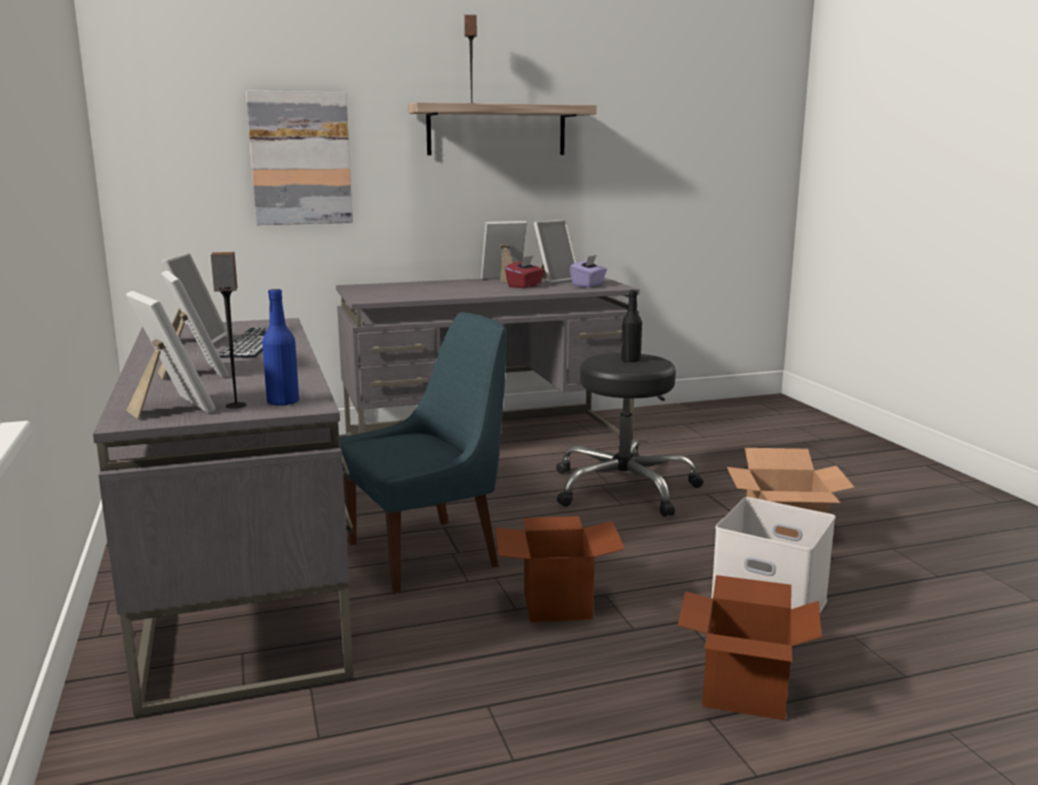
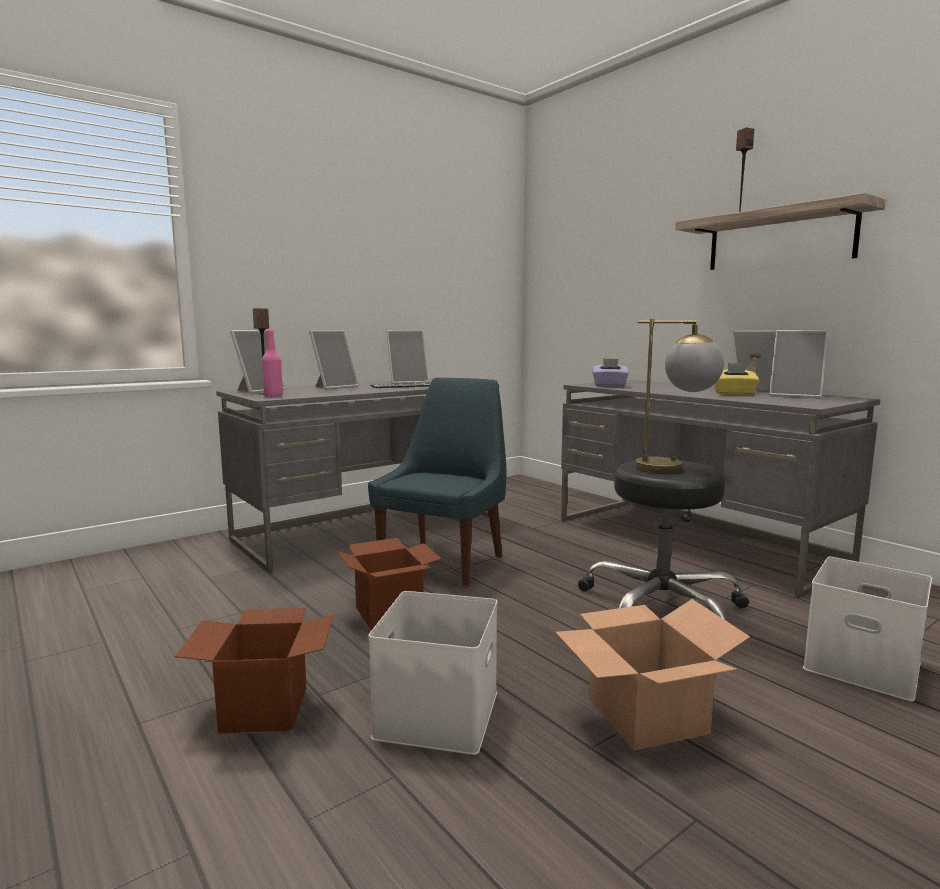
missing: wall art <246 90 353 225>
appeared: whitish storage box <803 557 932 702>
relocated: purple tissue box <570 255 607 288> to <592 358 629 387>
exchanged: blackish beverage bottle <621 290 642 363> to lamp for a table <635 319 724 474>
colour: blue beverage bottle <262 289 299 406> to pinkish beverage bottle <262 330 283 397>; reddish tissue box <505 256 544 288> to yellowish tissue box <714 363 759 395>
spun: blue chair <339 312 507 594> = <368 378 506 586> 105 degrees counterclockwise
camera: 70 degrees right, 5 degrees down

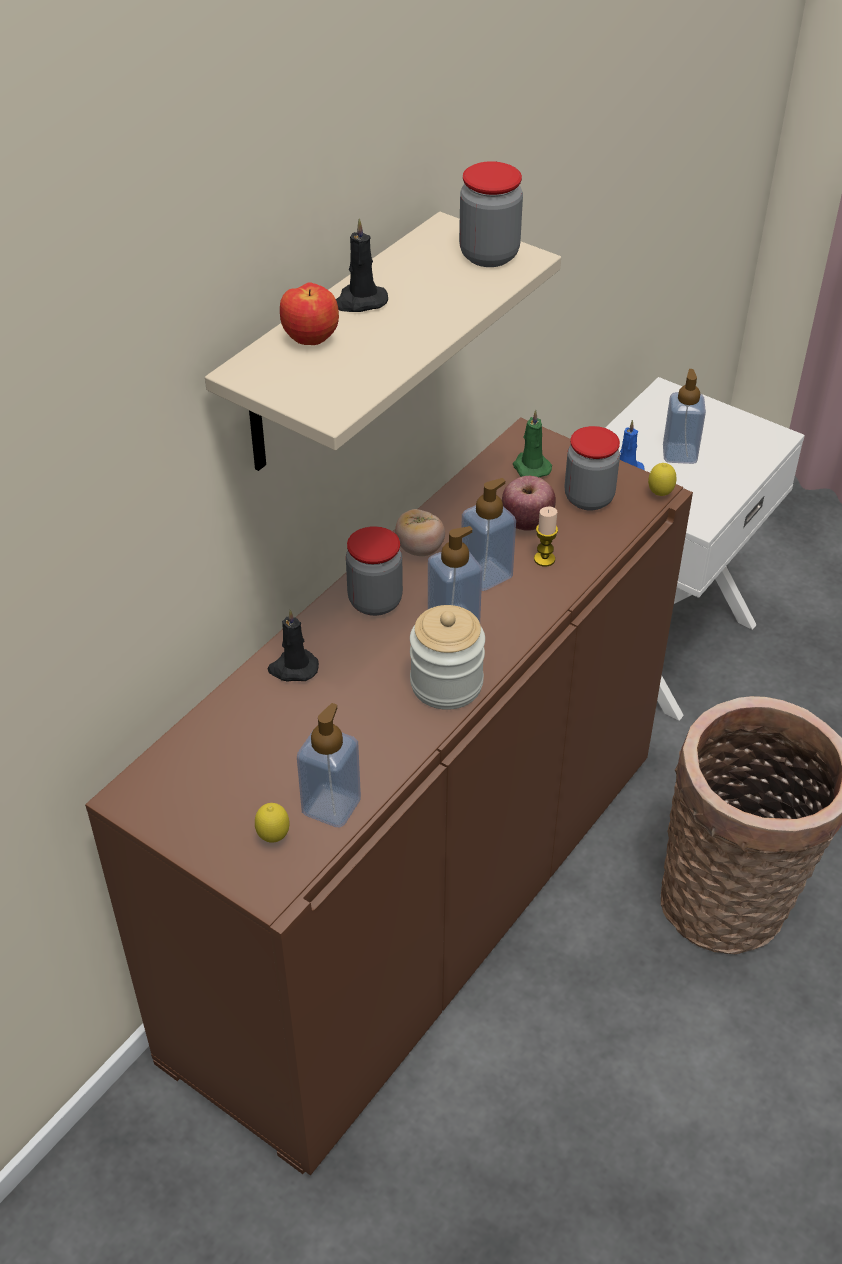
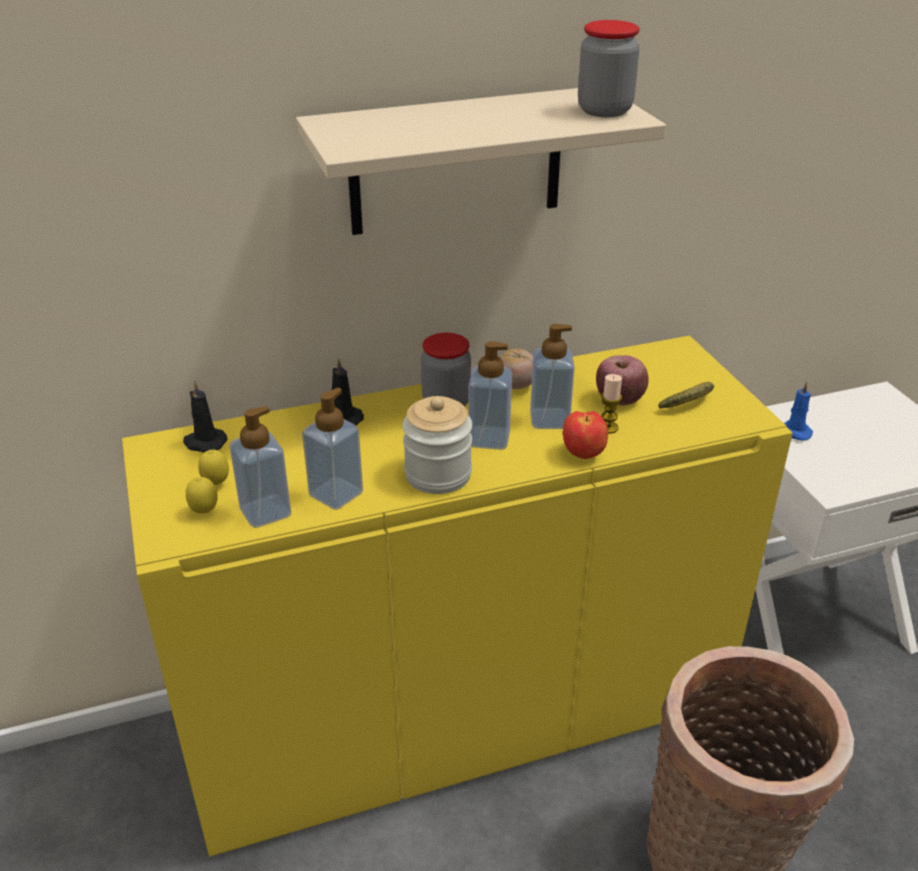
missing: green-coloured candle <513 410 552 477>
relocated: whole apple <280 282 339 345> to <563 411 608 459>; blackish candle <336 218 388 312> to <183 380 228 452>; lemon <648 463 676 496> to <198 450 229 485>; soap bottle <663 369 706 464> to <302 388 363 510>
exchanged: preserve jar <565 426 620 511> to whole banana <658 382 714 408>
colour: brown cabinet <85 417 693 1176> to yellowish cabinet <122 336 793 857>
camera: 35 degrees right, 10 degrees down

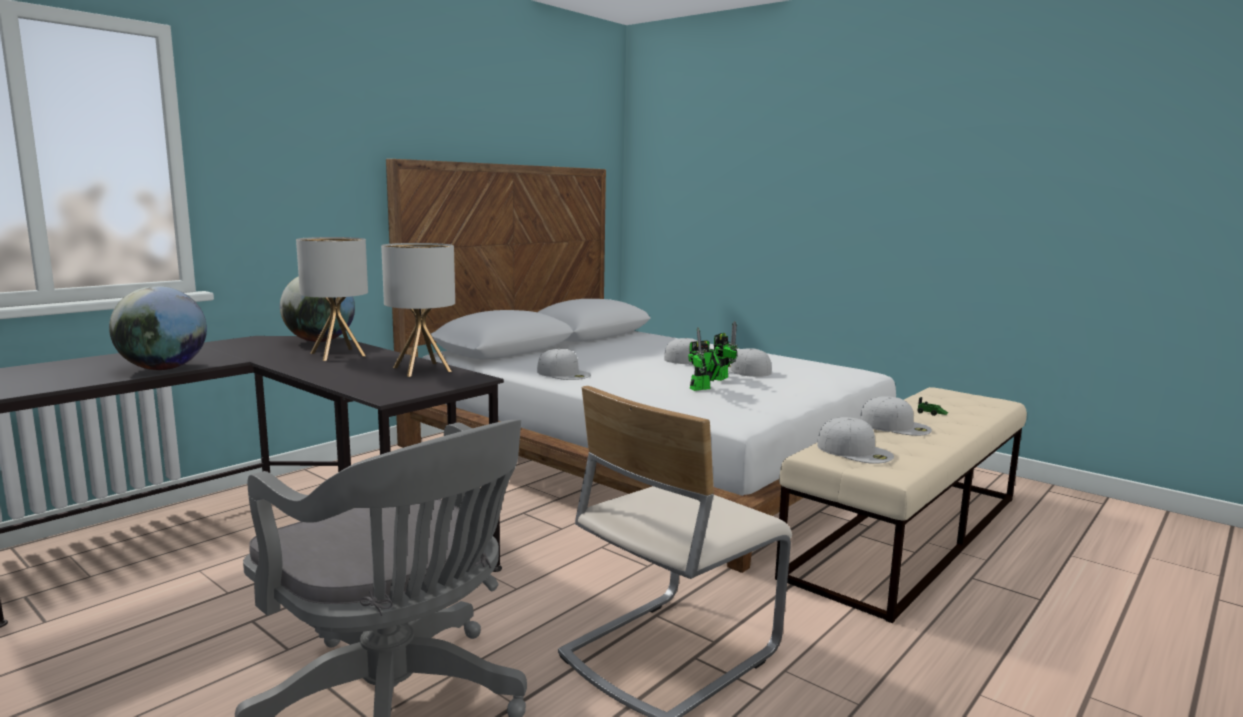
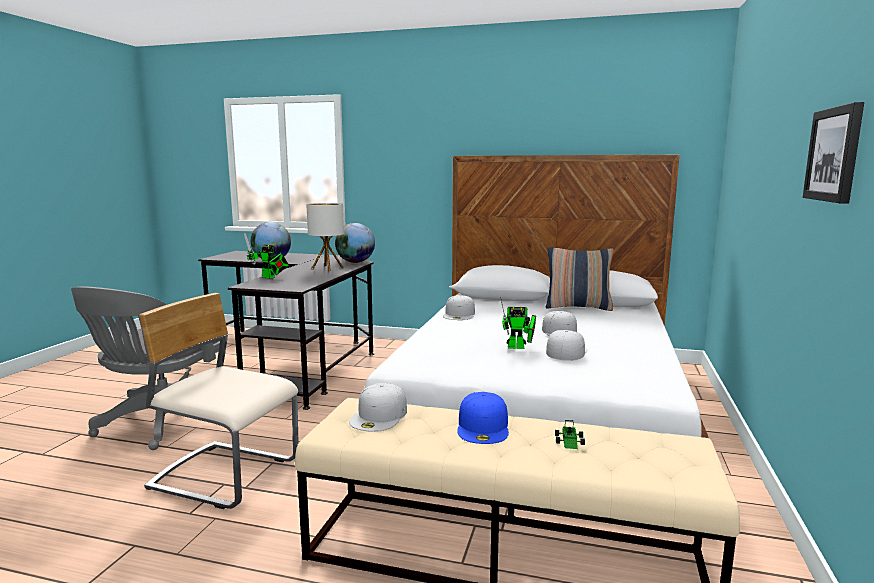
missing: lamp for a table <381 243 455 377>
appeared: throw pillow <546 247 614 311>; wall art <803 102 864 204>
relocated: model robot <688 327 721 391> to <244 232 289 279>
colour: whitish baseball cap <860 396 932 436> to blue baseball cap <457 392 509 444>
camera: 65 degrees right, 0 degrees up

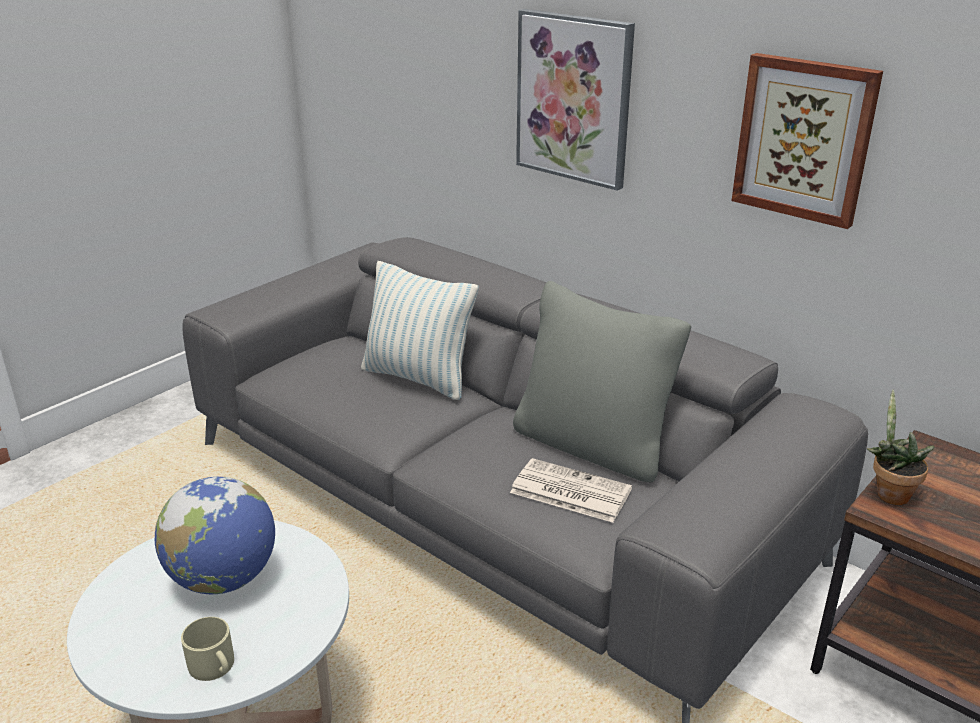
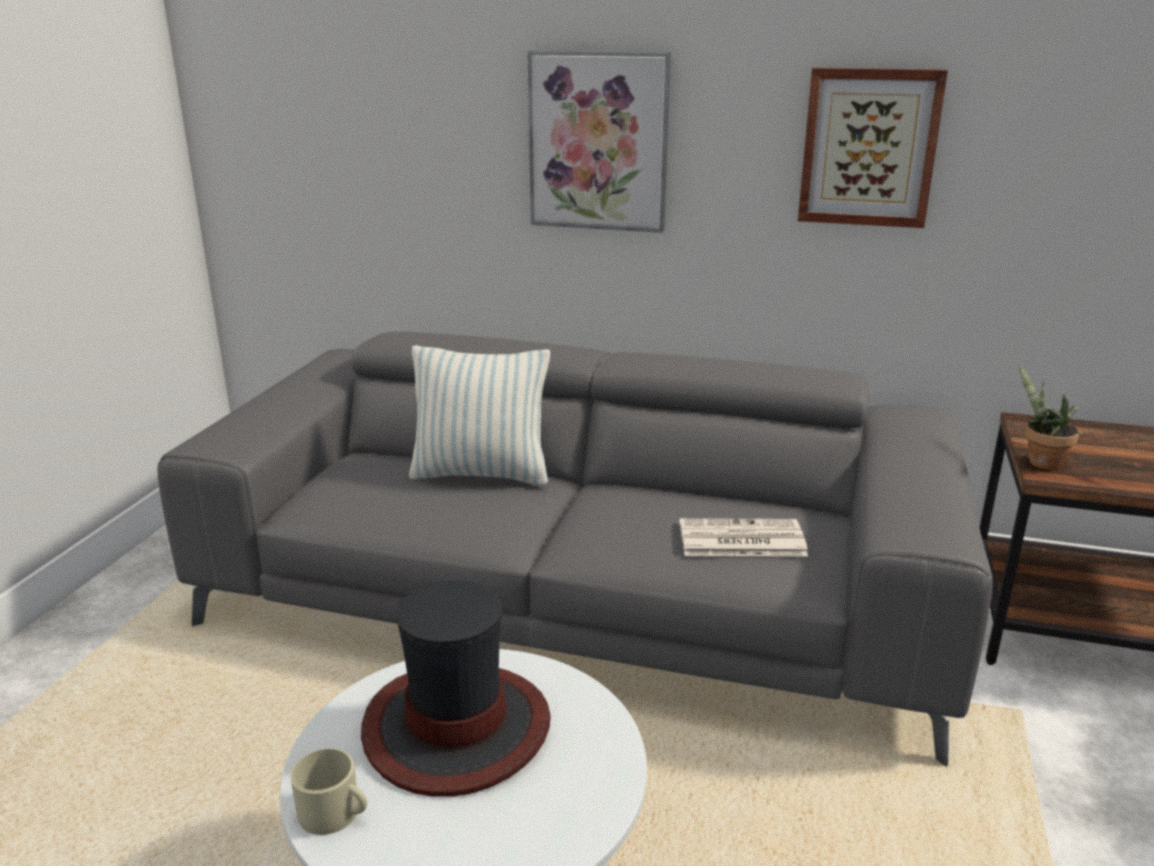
missing: gray throw pillow <513 281 691 482>
relocated: beige-coloured mug <181 617 234 681> to <291 748 367 835>
exchanged: world globe <155 477 275 594> to hat <361 581 551 797>
camera: 25 degrees left, 5 degrees down

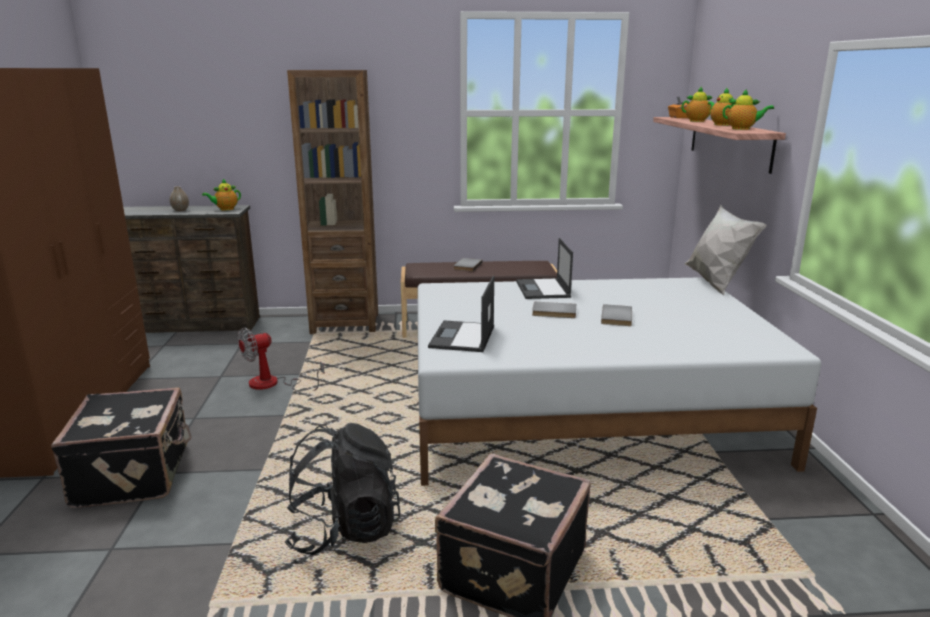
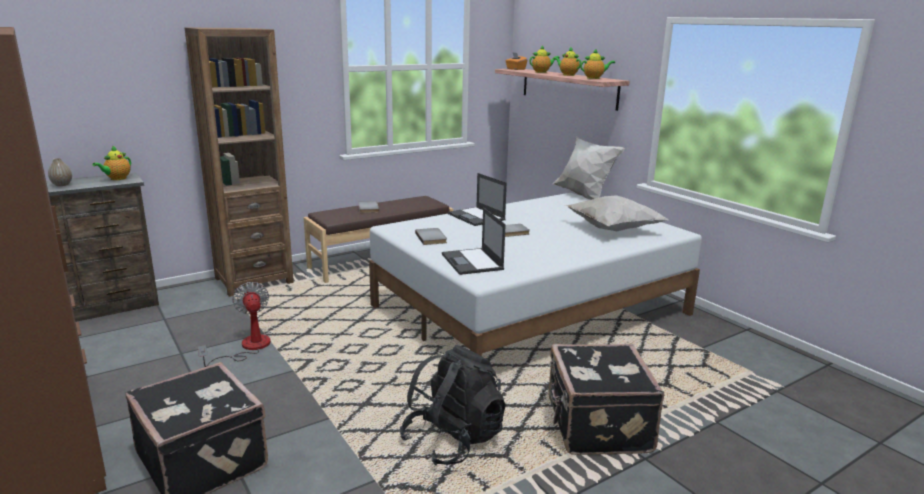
appeared: whitish throw pillow <565 195 668 231>
relocated: gray bound book <601 304 632 326> to <415 228 447 245>
spun: electric fan <237 327 325 391> = <198 282 271 367> 135 degrees clockwise
camera: 30 degrees left, 0 degrees up

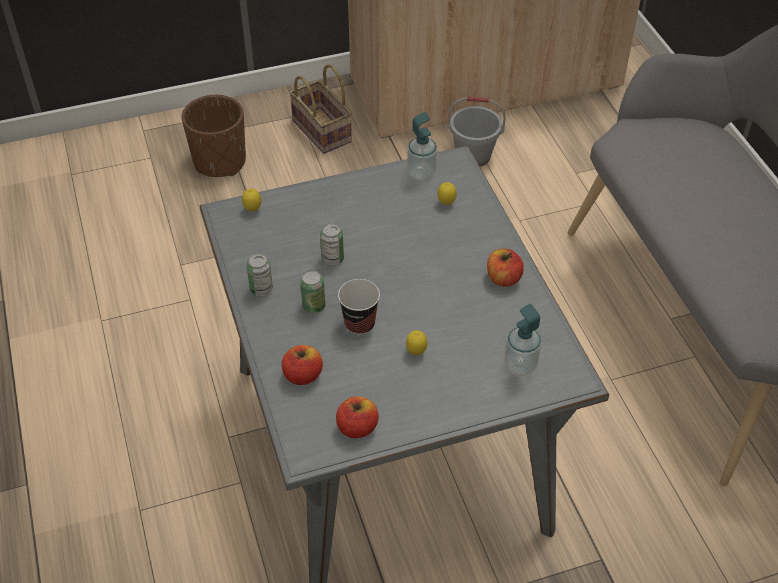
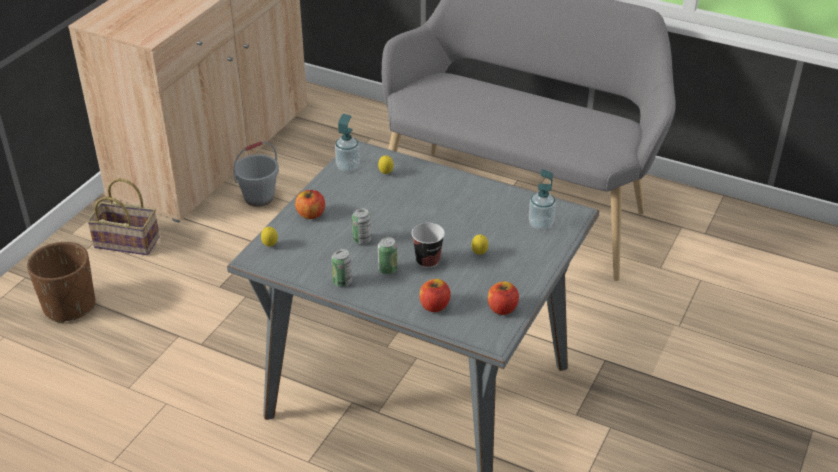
relocated: whole apple <487 249 524 287> to <295 190 325 219>
camera: 45 degrees left, 10 degrees down

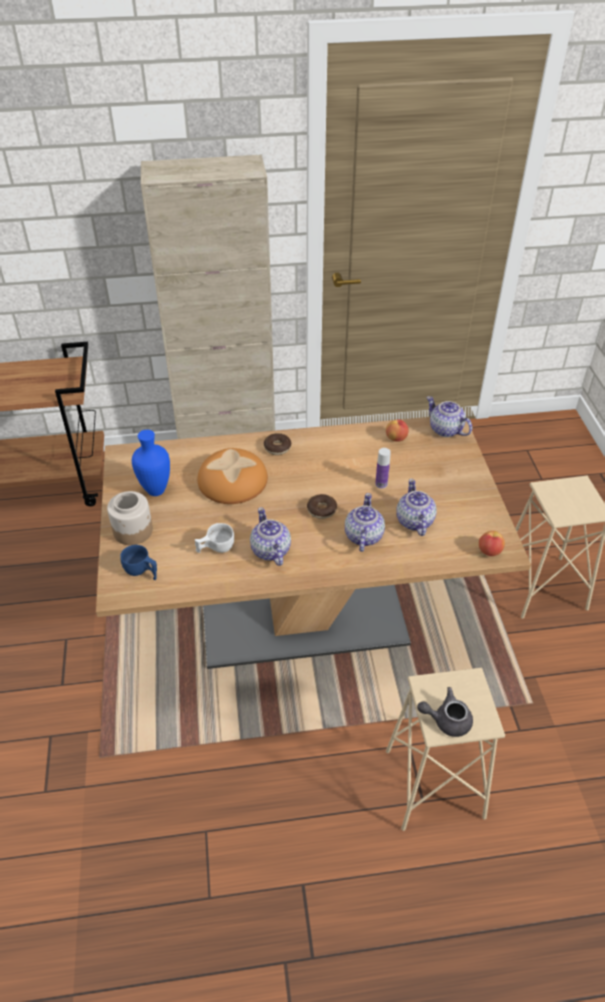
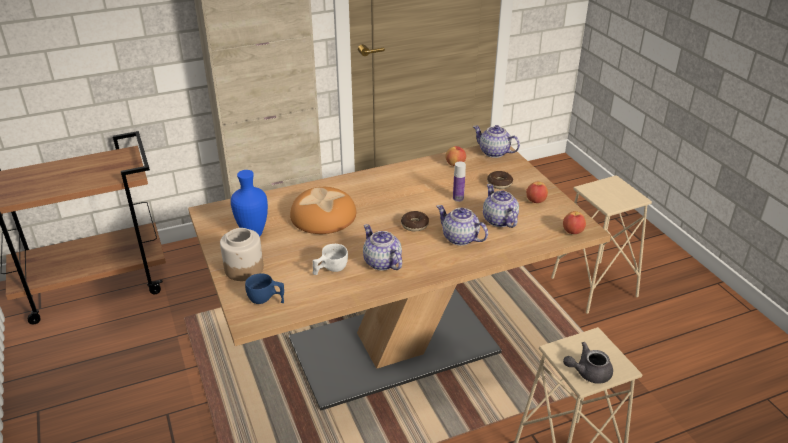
appeared: whole apple <526 182 548 203>
relocated: donut <264 433 291 455> to <487 171 513 189>
spun: tea pot <345 493 385 552> = <436 205 488 246> 45 degrees counterclockwise
camera: 15 degrees left, 10 degrees down

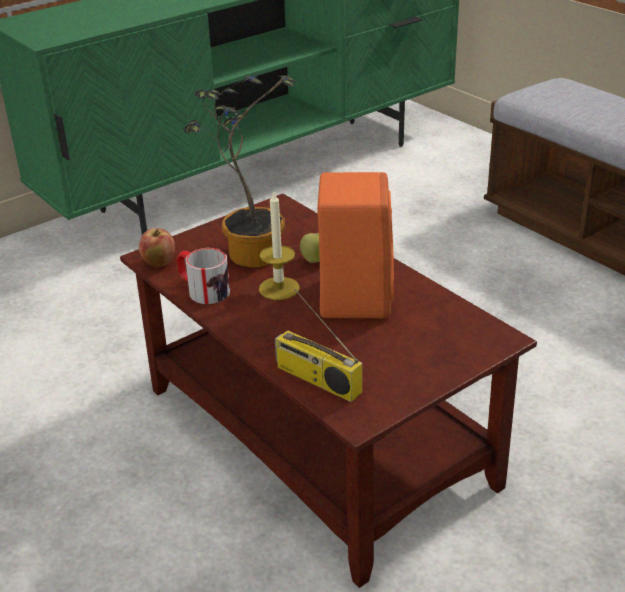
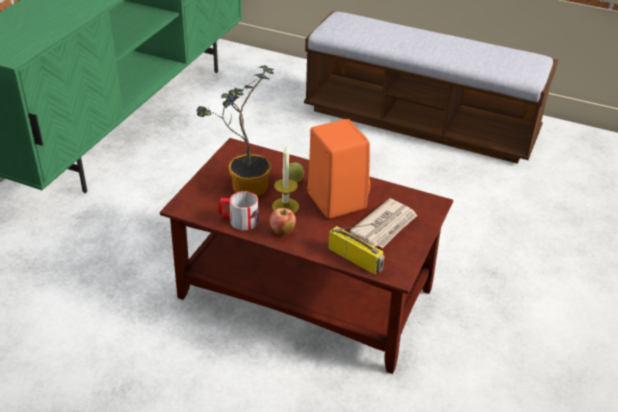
appeared: newspaper <350 198 417 248>
relocated: whole apple <139 228 175 267> to <270 208 296 236>
spun: radio receiver <275 289 362 402> = <328 224 384 275> 150 degrees counterclockwise
camera: 30 degrees left, 5 degrees up

